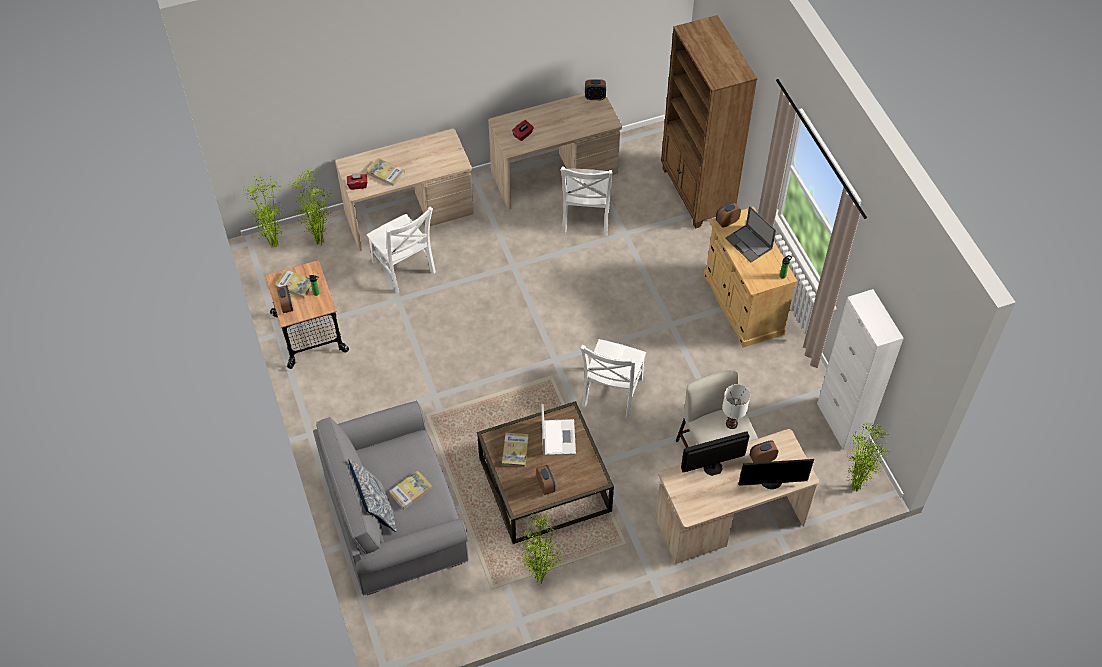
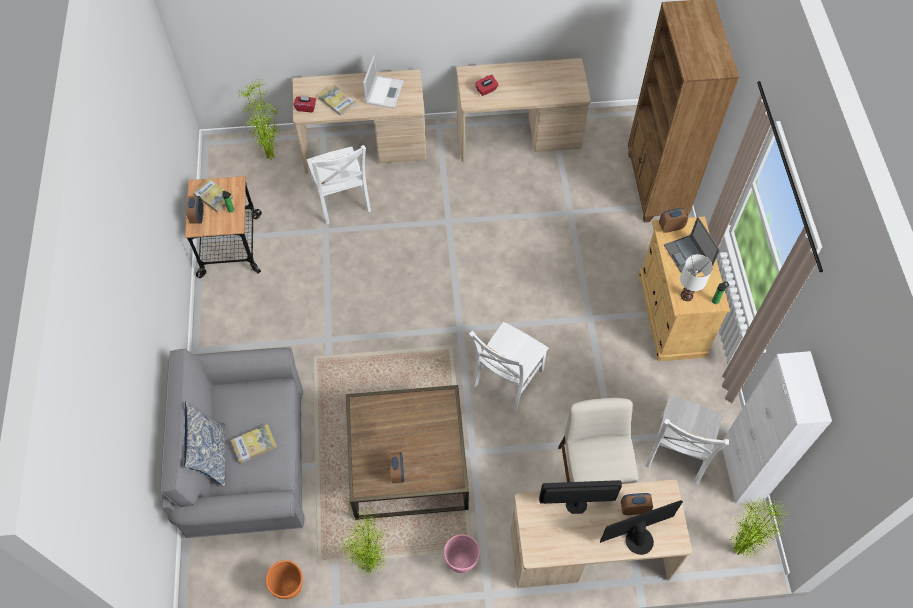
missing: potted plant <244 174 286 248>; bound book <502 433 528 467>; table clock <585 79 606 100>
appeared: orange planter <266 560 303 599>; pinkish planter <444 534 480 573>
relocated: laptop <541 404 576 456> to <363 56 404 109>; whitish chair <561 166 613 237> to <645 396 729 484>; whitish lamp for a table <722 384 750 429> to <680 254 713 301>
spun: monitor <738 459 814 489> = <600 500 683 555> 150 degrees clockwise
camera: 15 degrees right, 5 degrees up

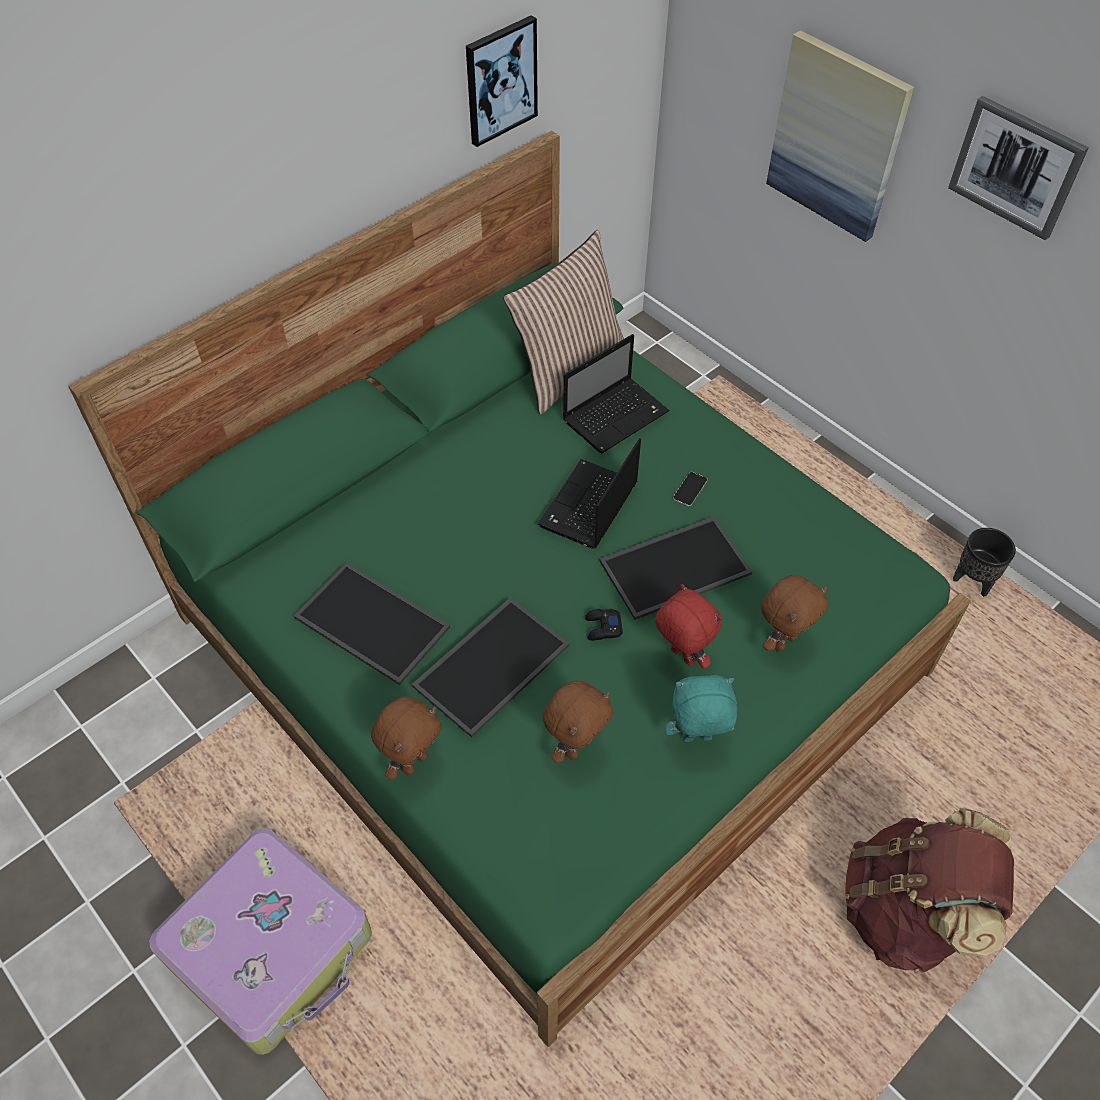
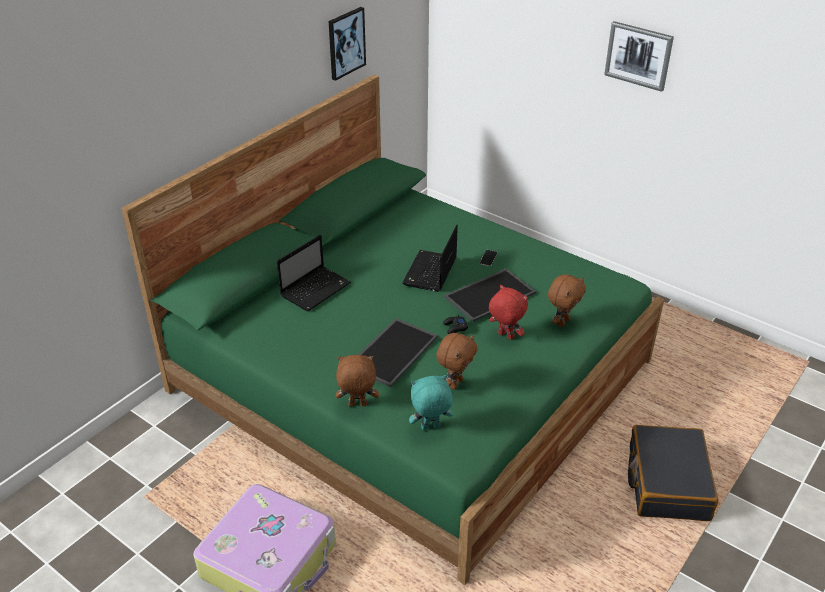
missing: serving tray <294 563 450 685>; throw pillow <503 230 624 414>; wall art <766 30 914 242>; blackish planter <953 528 1016 597>
relocated: laptop <563 334 670 453> to <277 235 351 311>; turquoise-coloured plush toy <665 675 737 742> to <409 375 453 430>
exchanged: brown rucksack <845 808 1014 973> to blackish suitcase <628 425 718 521>
spun: brown plush toy <371 697 442 780> = <336 355 379 406> 120 degrees counterclockwise
camera: 10 degrees left, 15 degrees down

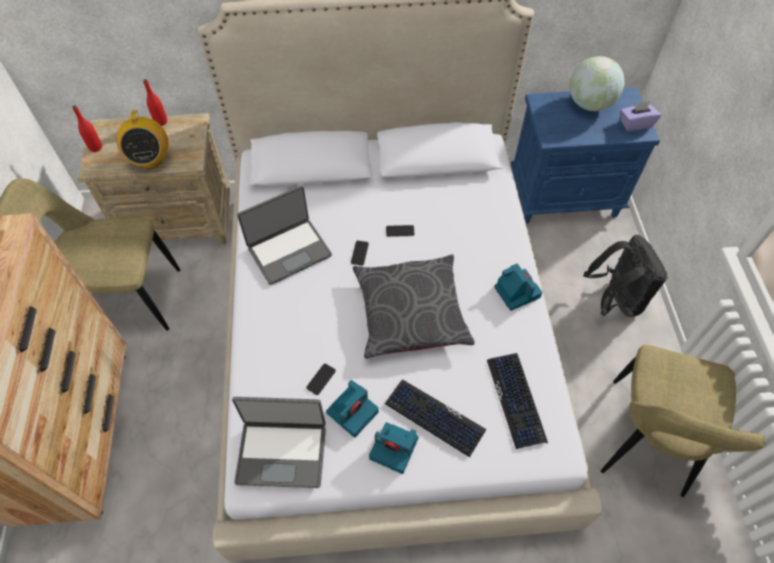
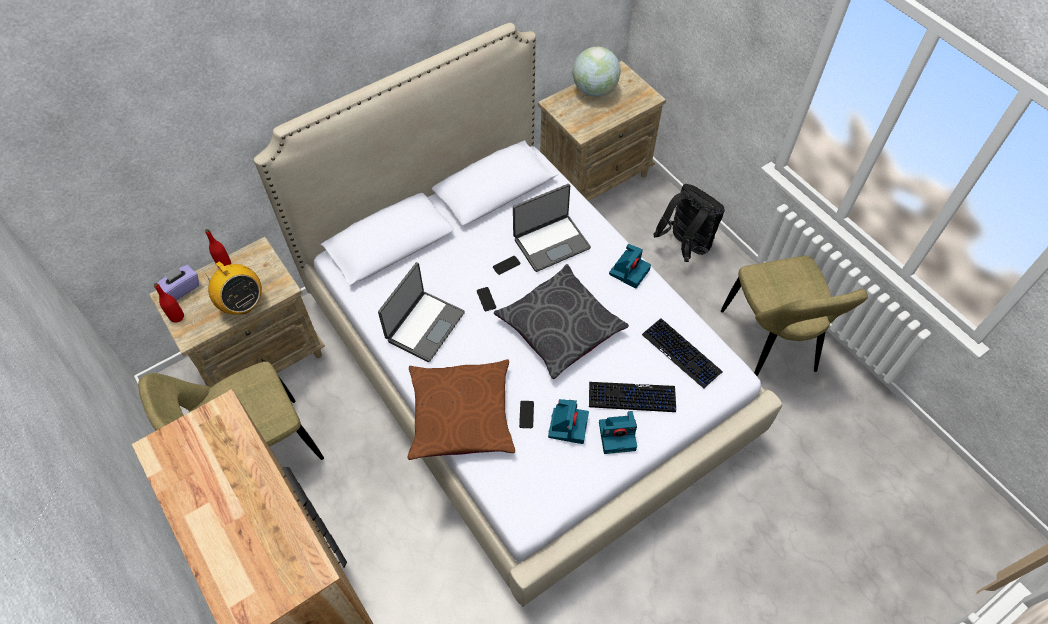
appeared: brown throw pillow <408 359 515 460>
relocated: laptop <232 397 326 488> to <513 184 591 272>; purple tissue box <621 101 661 131> to <158 265 199 300>
colour: blue bedside table <510 87 660 224> to beige-coloured bedside table <538 61 666 201>
spun: still camera <494 264 542 311> = <609 244 651 289> 90 degrees clockwise
camera: 30 degrees left, 0 degrees up

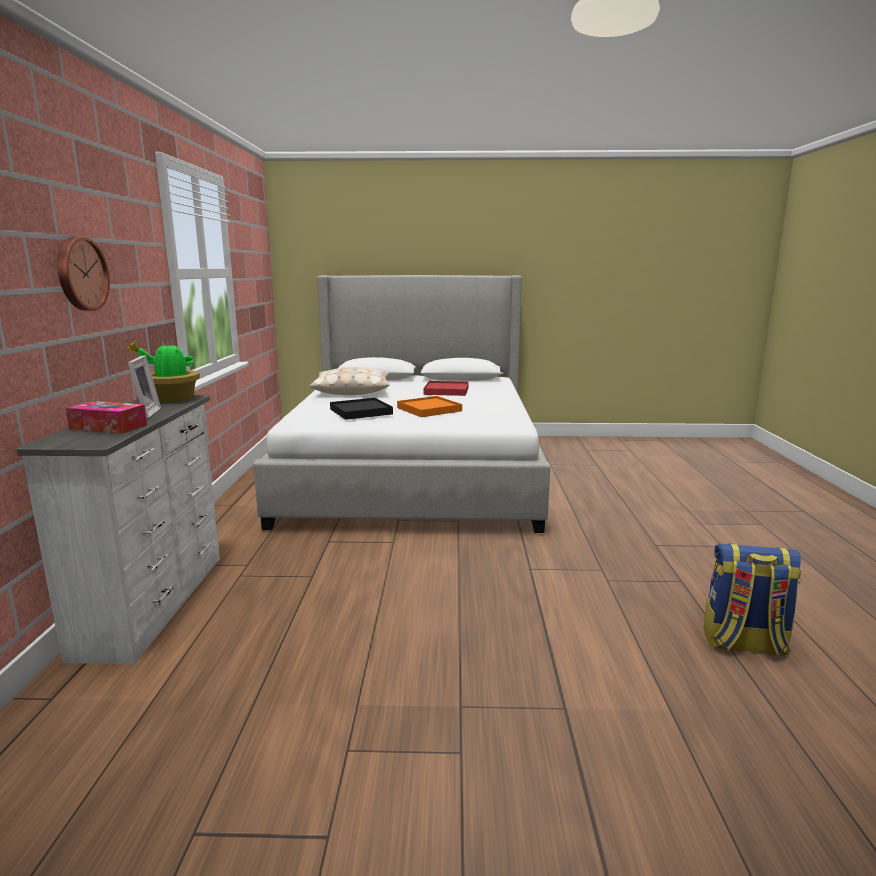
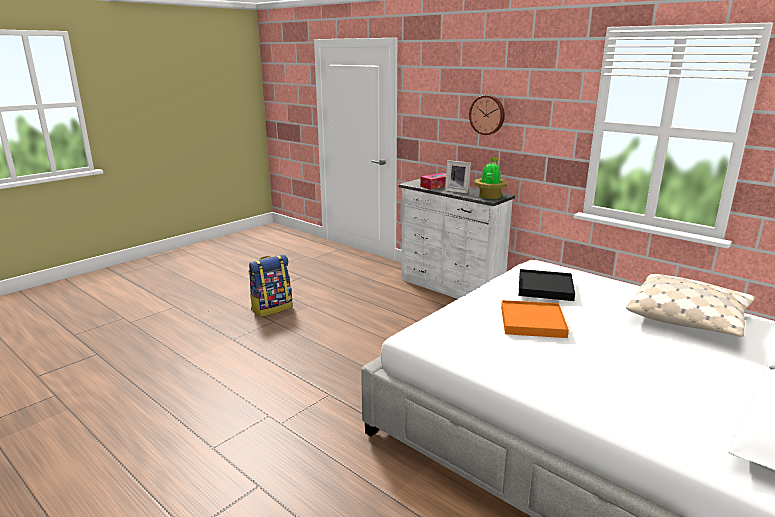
missing: reddish serving tray <424 381 469 396>
relocated: rucksack <704 543 801 656> to <248 255 293 317>
camera: 130 degrees right, 5 degrees up

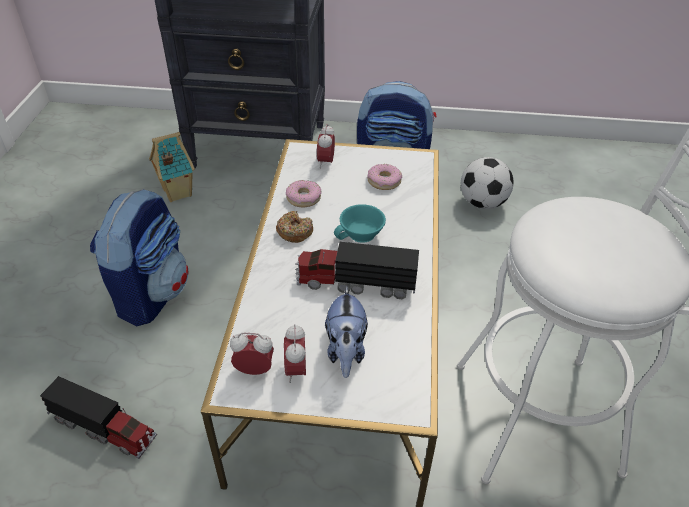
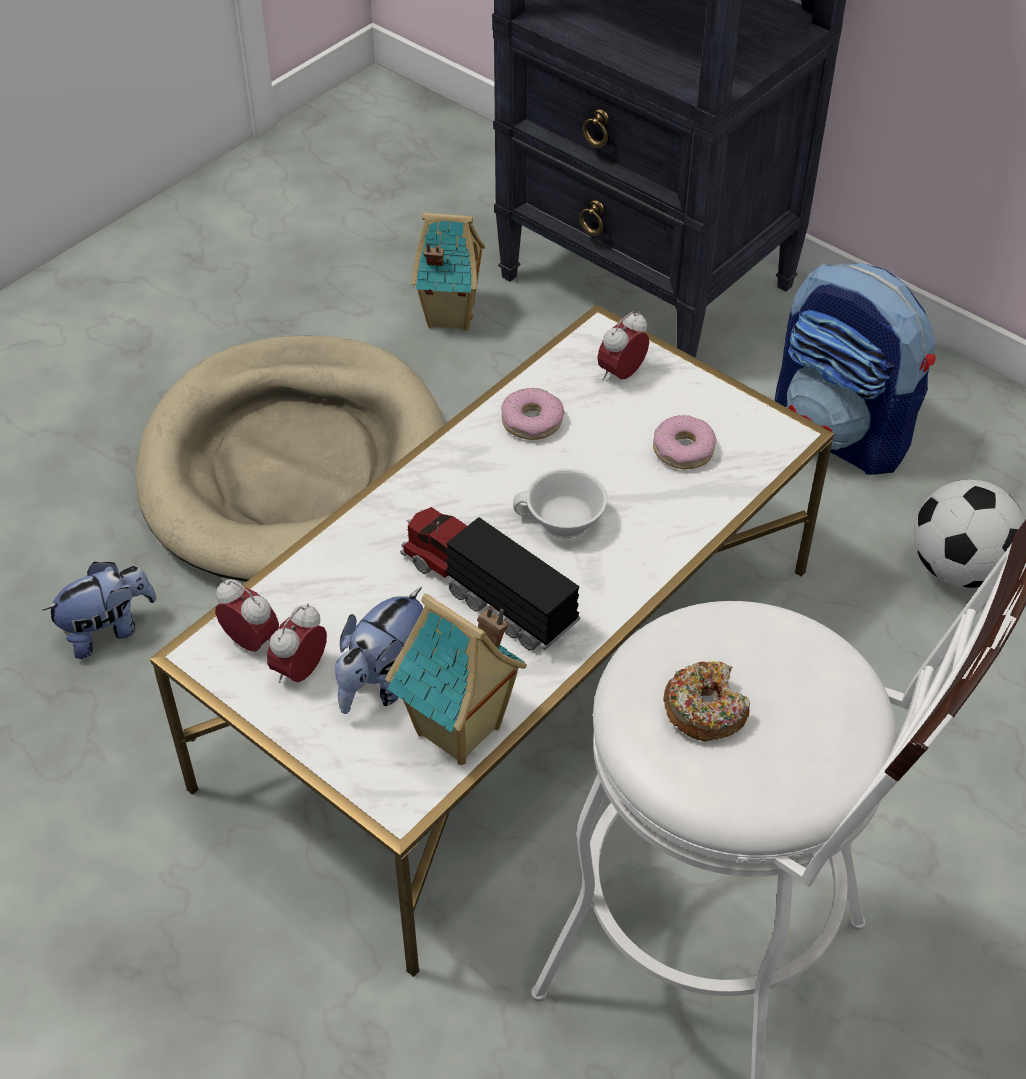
appeared: miniature house <385 594 527 765>
relocated: donut <276 211 313 243> to <663 661 750 742>
exchanged: toy truck <40 376 157 459> to plush toy <42 562 156 659>; rucksack <90 189 188 326> to beige-coloured dog cushion <136 336 445 582>
colour: turquoise-coloured small cup <334 204 386 243> to whitish small cup <513 469 607 538>
camera: 35 degrees right, 5 degrees up

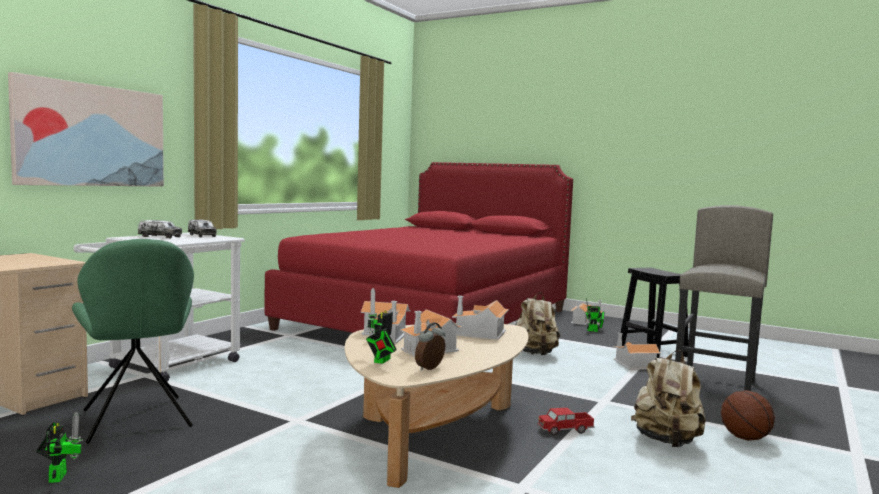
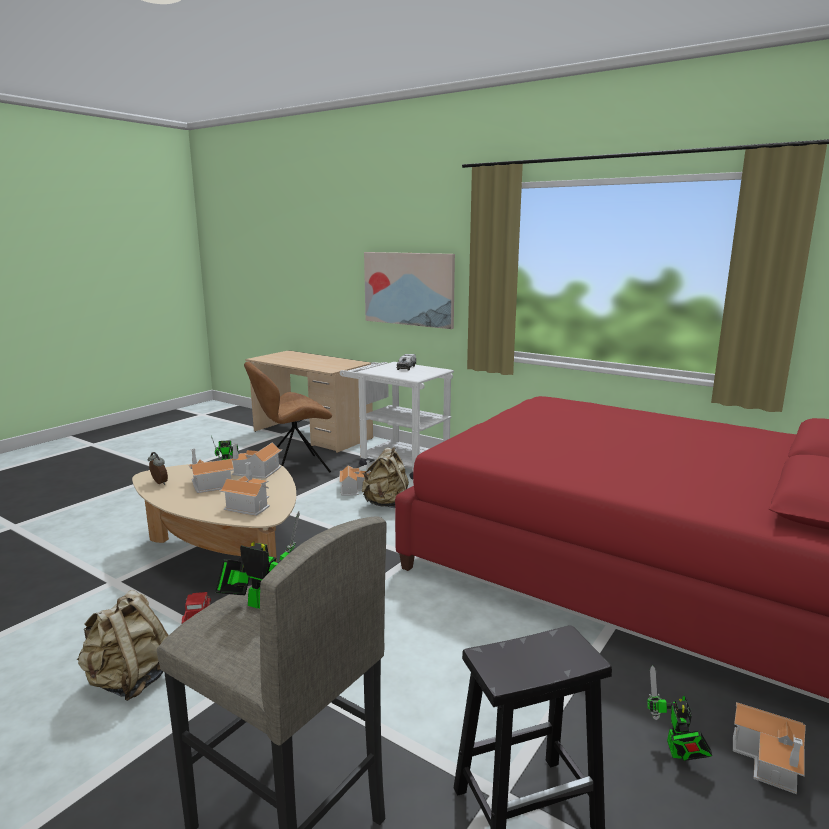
missing: toy truck <188 219 217 237>; ball for basketball <721 390 775 441>
relocated: model robot <366 288 397 364> to <215 511 300 609>; beige-coloured rucksack <516 292 560 355> to <362 447 409 508>; miniature house <613 333 661 370> to <339 460 370 496>
colour: green-coloured chair <72 239 194 444> to brown chair <244 361 332 472>
camera: 95 degrees right, 10 degrees up

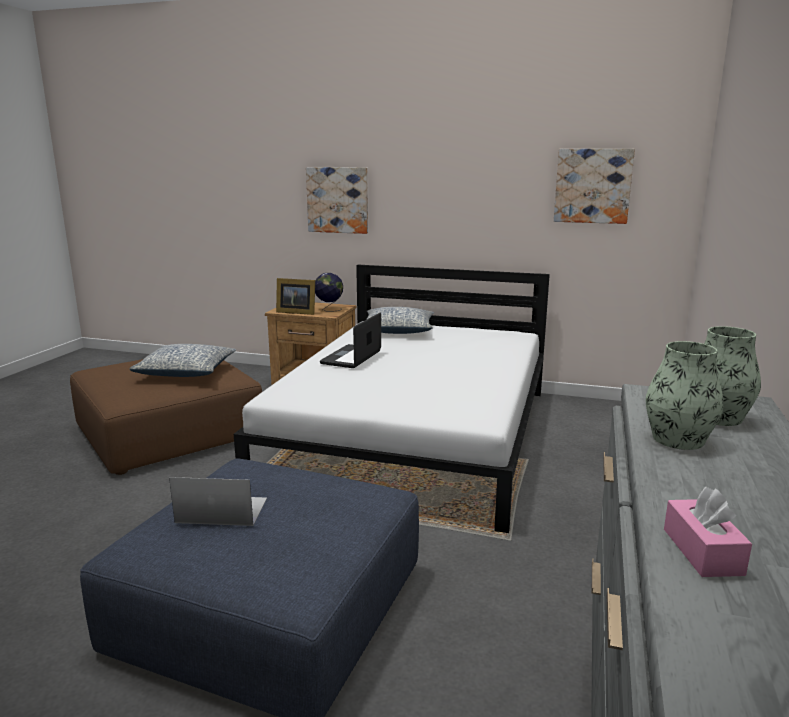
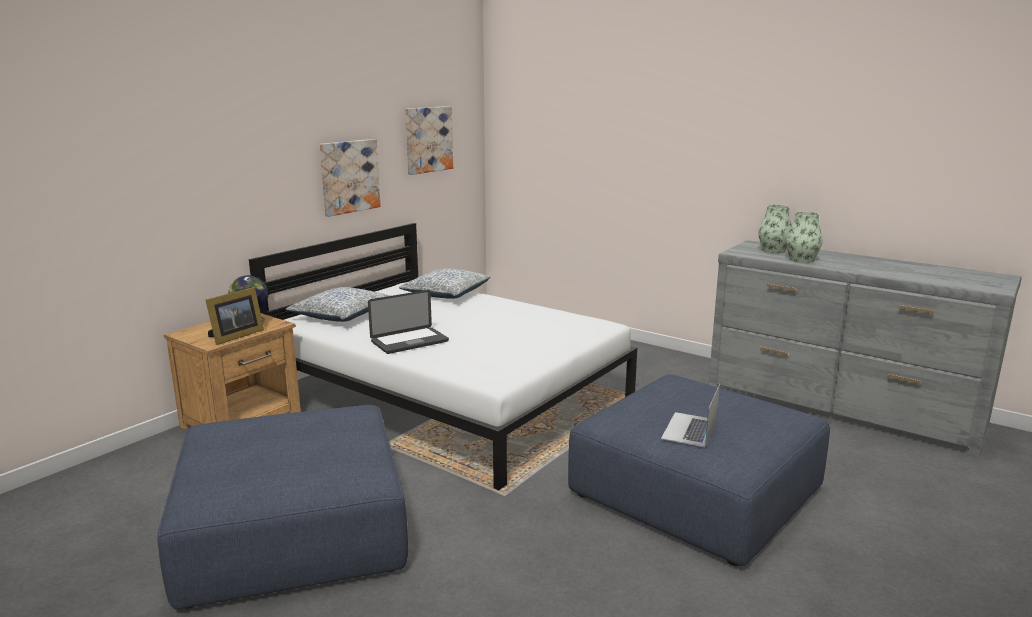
missing: pinkish tissue box <664 487 752 577>
relocated: throw pillow <129 344 236 377> to <399 268 490 299>; wall art <306 167 368 234> to <320 139 381 217>
colour: brown ottoman <70 359 262 475> to blue ottoman <157 405 408 609>
spun: laptop <320 313 381 368> = <368 290 449 354> 75 degrees counterclockwise
camera: 70 degrees left, 0 degrees up

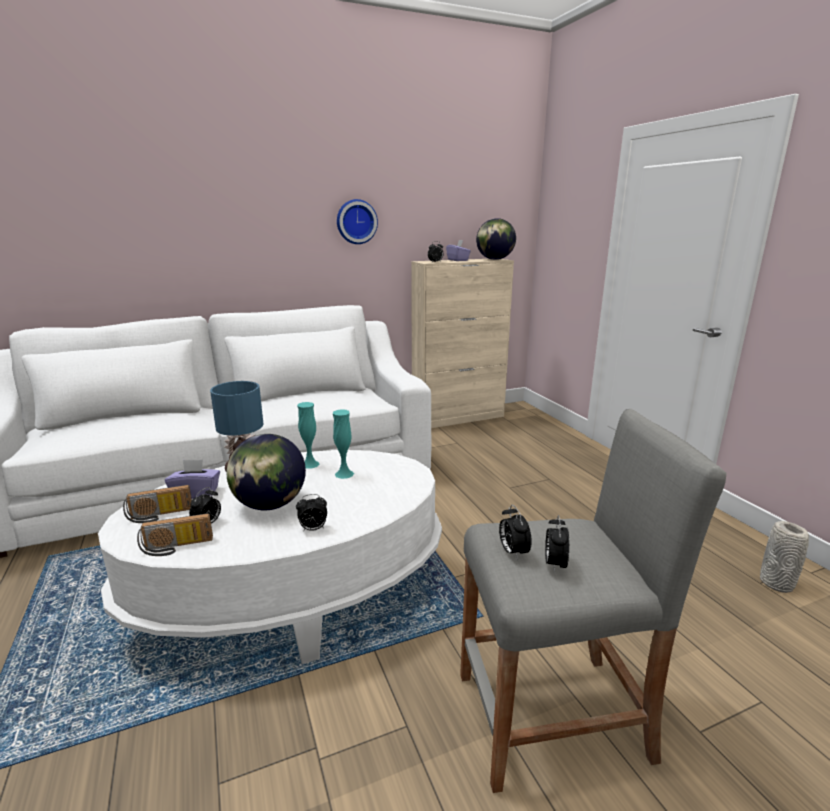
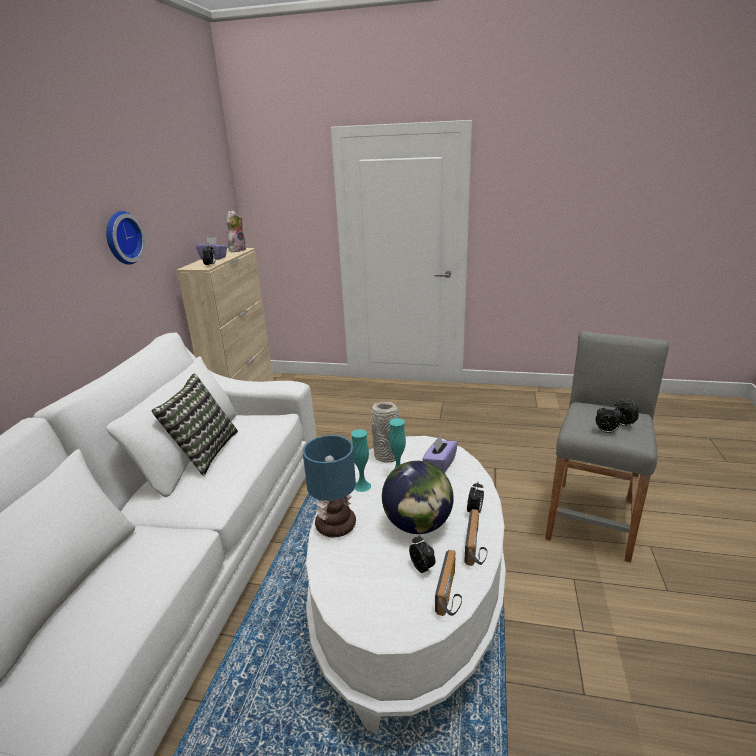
appeared: throw pillow <152 373 238 476>
relocated: radio receiver <123 485 192 523> to <464 509 487 566>; purple tissue box <165 459 220 499> to <422 435 458 473>; gray decorative vase <760 521 809 593> to <371 402 400 463>
exchanged: world globe <476 218 516 260> to plush toy <226 210 246 252>
camera: 55 degrees left, 5 degrees up

